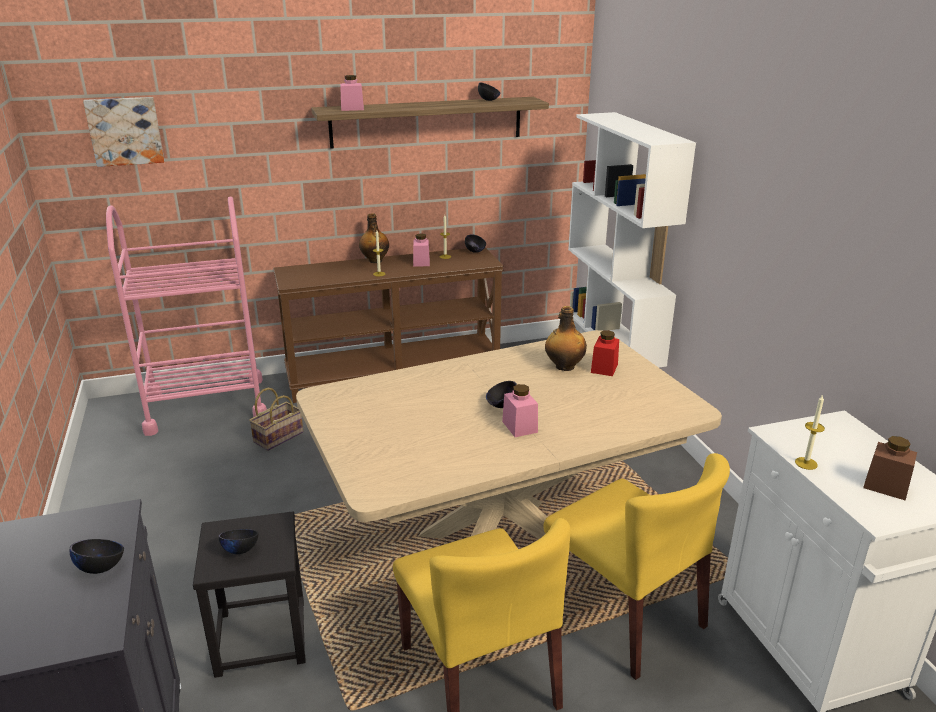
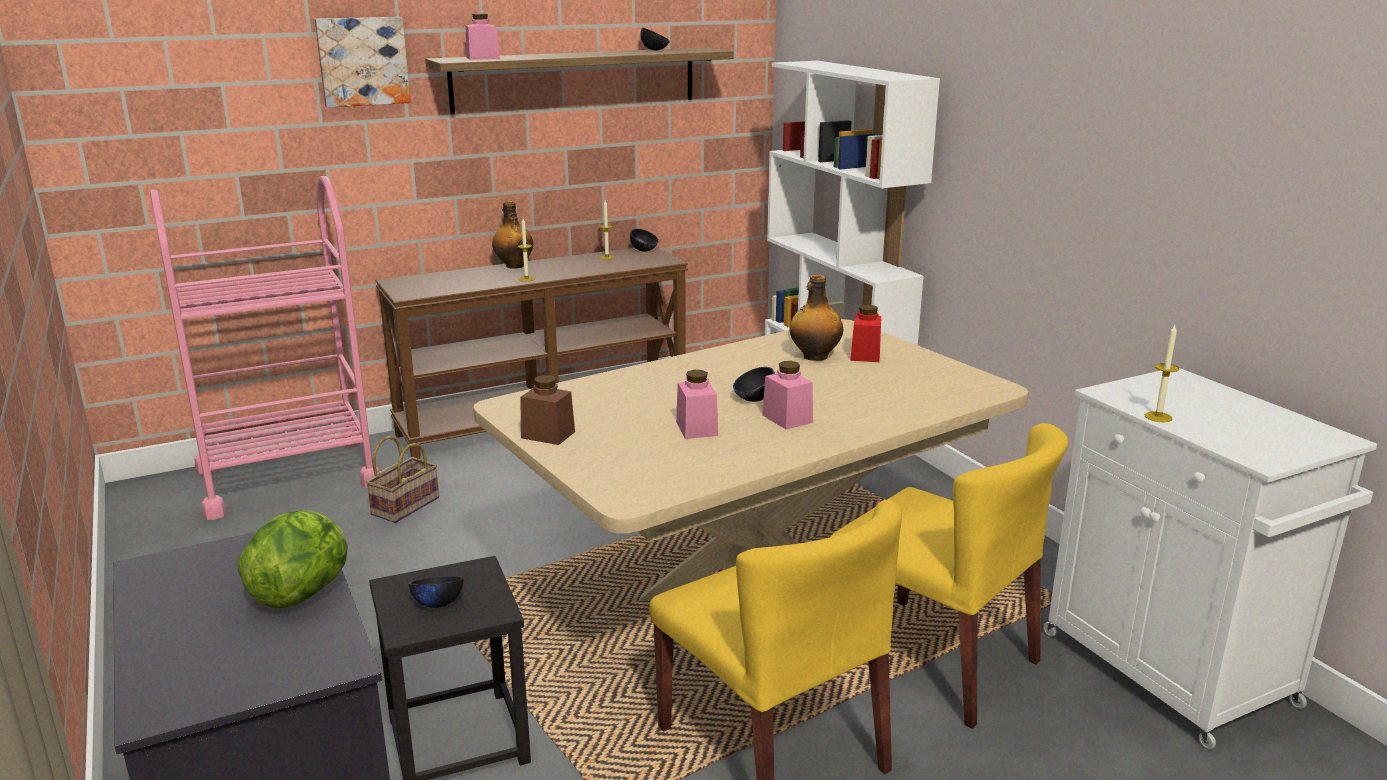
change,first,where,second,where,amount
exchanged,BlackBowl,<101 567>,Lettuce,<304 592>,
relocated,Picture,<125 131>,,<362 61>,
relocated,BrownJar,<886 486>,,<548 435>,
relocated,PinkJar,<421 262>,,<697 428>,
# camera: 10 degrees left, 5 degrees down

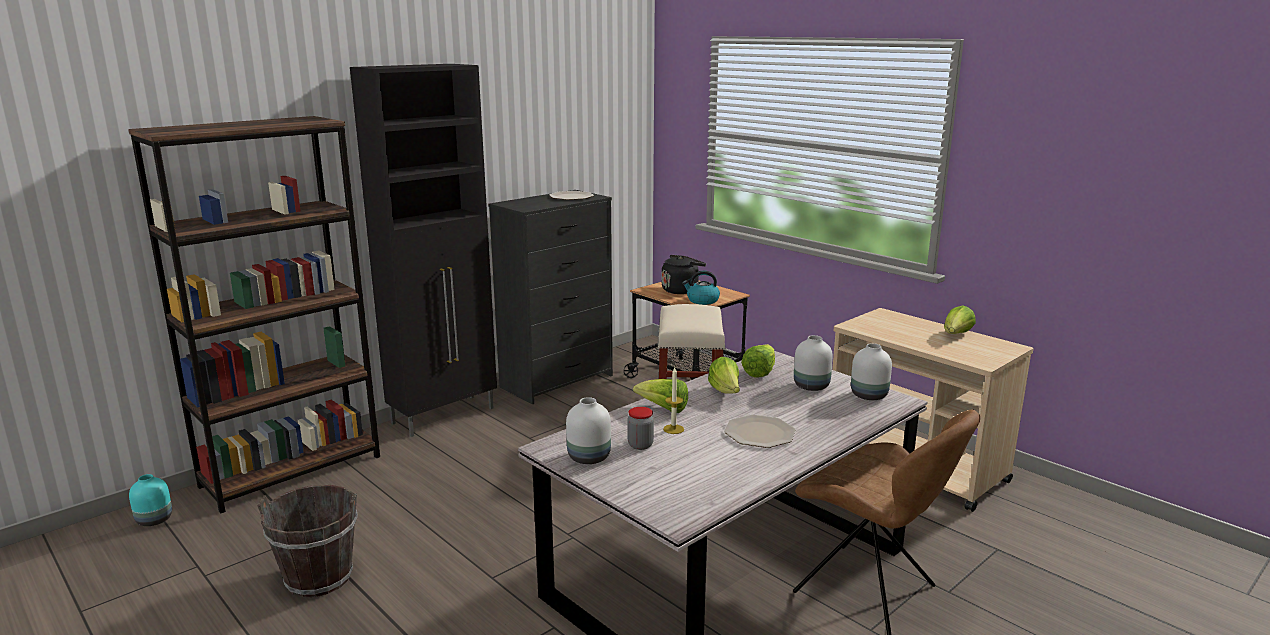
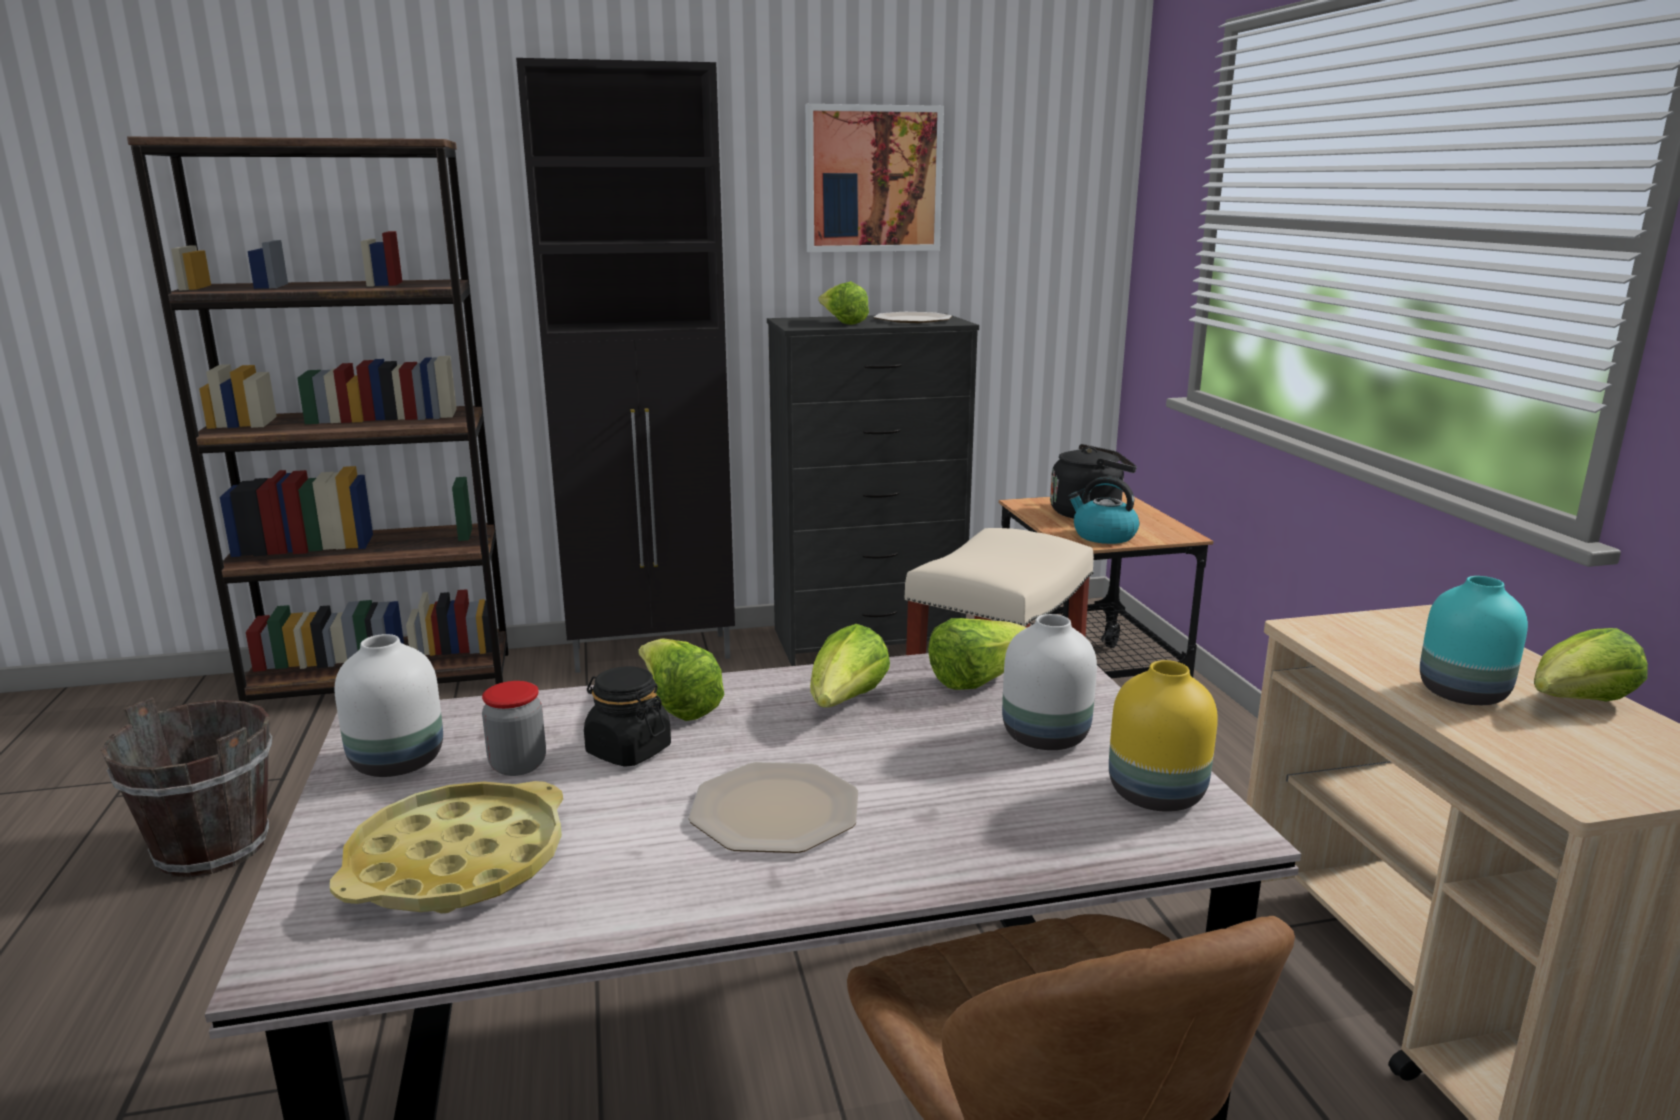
change,first,where,second,where,amount
appeared,,,YellowTray,<457 862>,
exchanged,Candle,<673 429>,BlackJar,<628 750>,
appeared,,,Picture,<873 179>,
appeared,,,Lettuce,<842 323>,
colour,WhiteVase,<869 395>,YellowVase,<1159 795>,
relocated,TurquoiseVase,<154 519>,,<1460 693>,
# camera: 30 degrees right, 0 degrees up

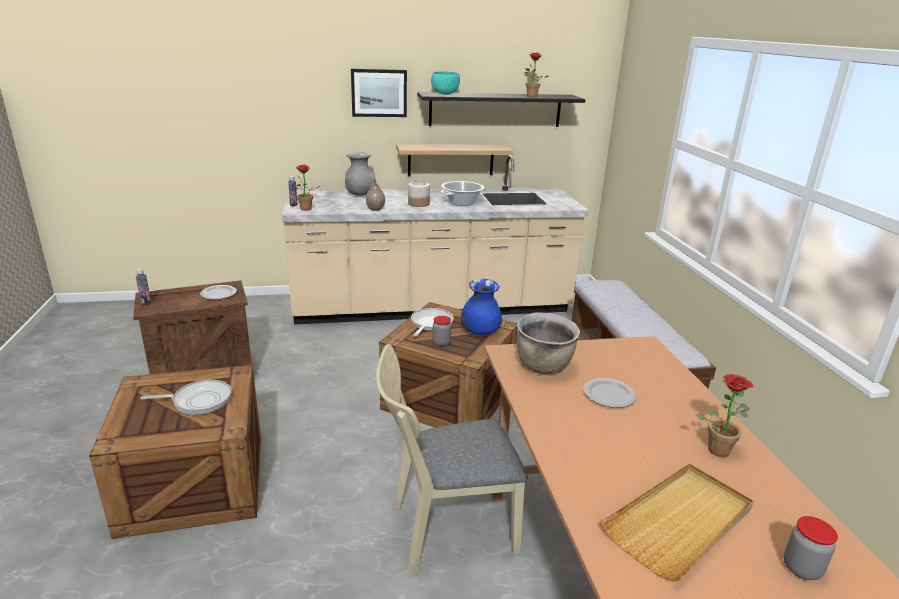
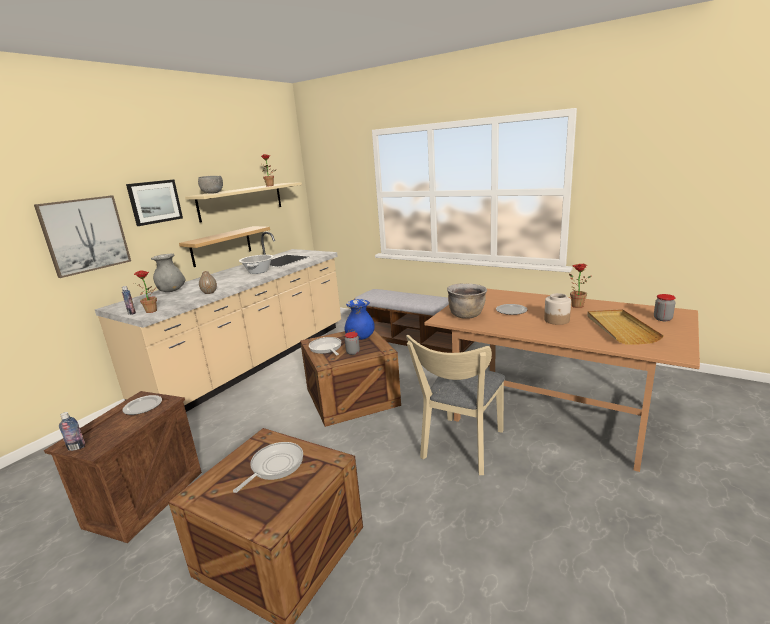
change,first,where,second,where,amount
appeared,,,Picture,<85 235>,
colour,BlackShelf,<495 110>,BeigeShelf,<241 201>,
colour,TurquoiseBowl,<445 94>,GreyBowl,<213 193>,
relocated,Jar,<418 204>,,<557 320>,
# camera: 45 degrees left, 5 degrees down

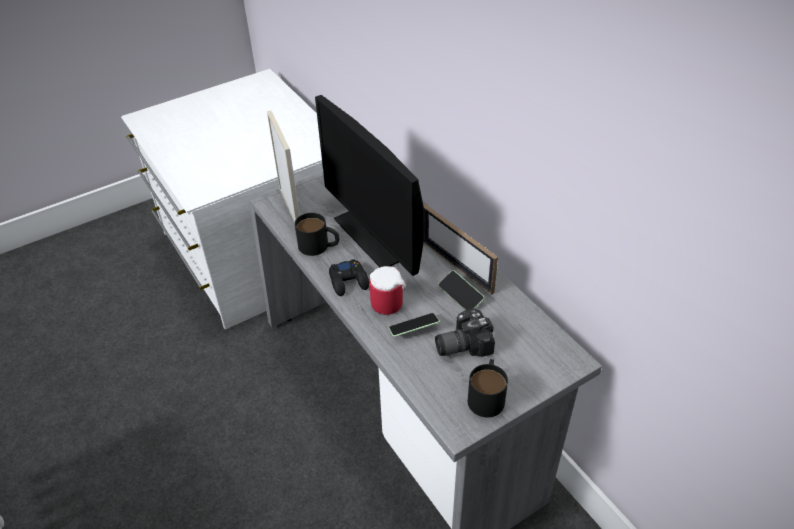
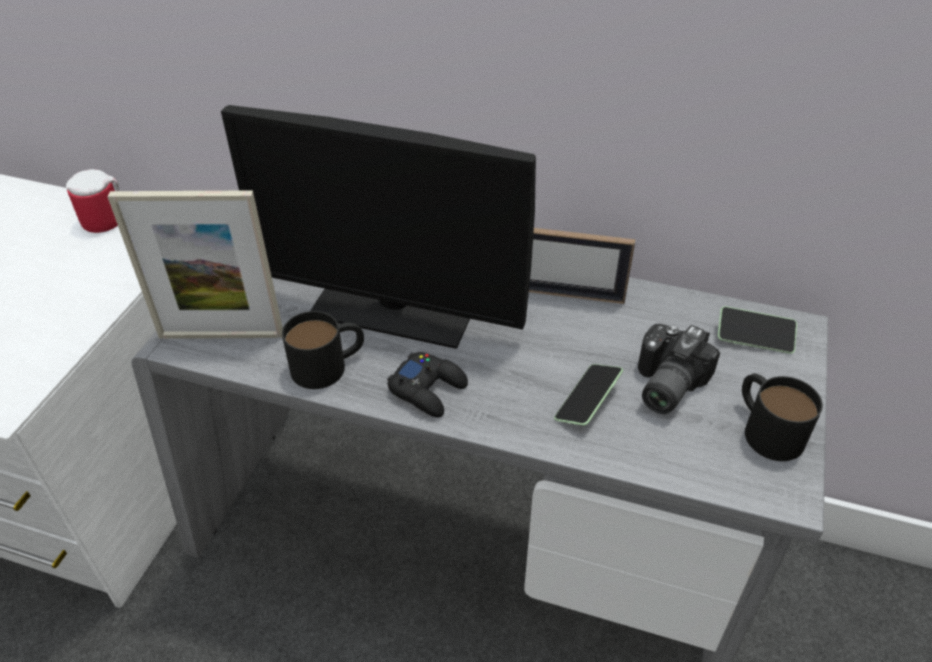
change,first,where,second,where,amount
relocated,Mug,<388 300>,,<102 218>,
spun,PictureFrame,<290 208>,,<221 335>,150 degrees clockwise
relocated,Phone,<460 296>,,<754 338>,
# camera: 40 degrees left, 0 degrees up

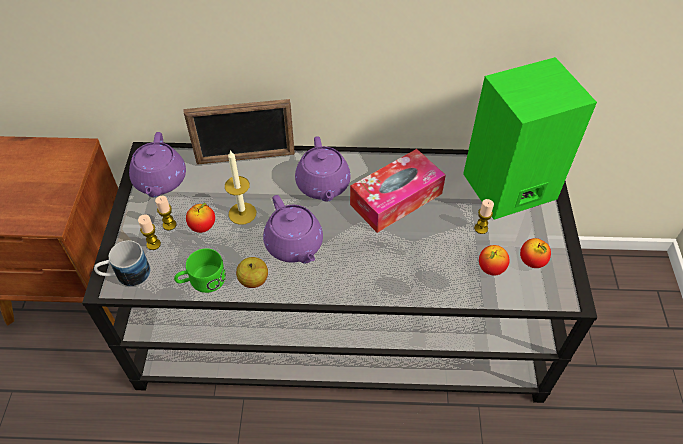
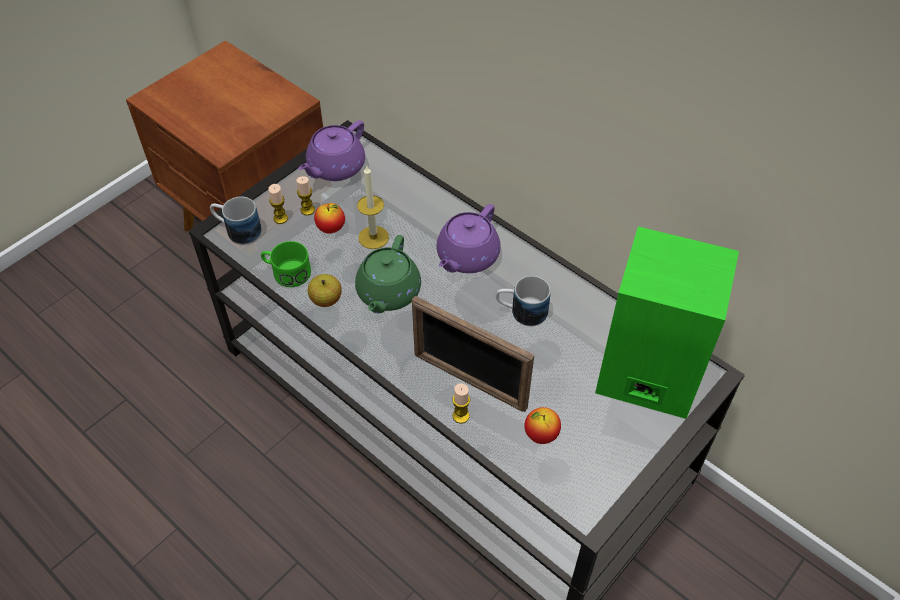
change,first,where,second,where,amount
colour,PurpleTeapot,<294 245>,GreenTeapot,<388 293>,
relocated,PictureFrame,<246 158>,,<469 381>,
relocated,Candle,<481 228>,,<461 416>,
exchanged,TissueBox,<396 199>,Mug,<521 312>,
missing,Apple,<532 262>,,,
# camera: 40 degrees right, 0 degrees up

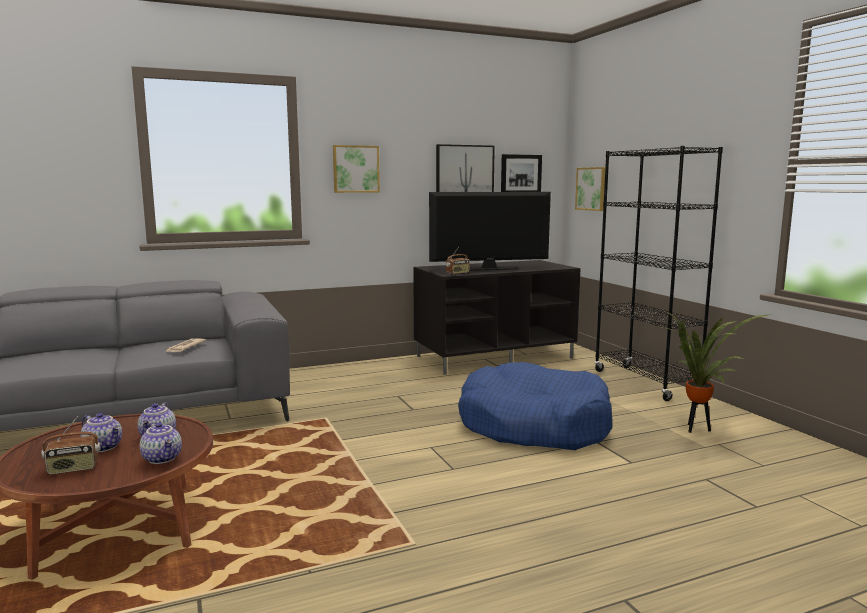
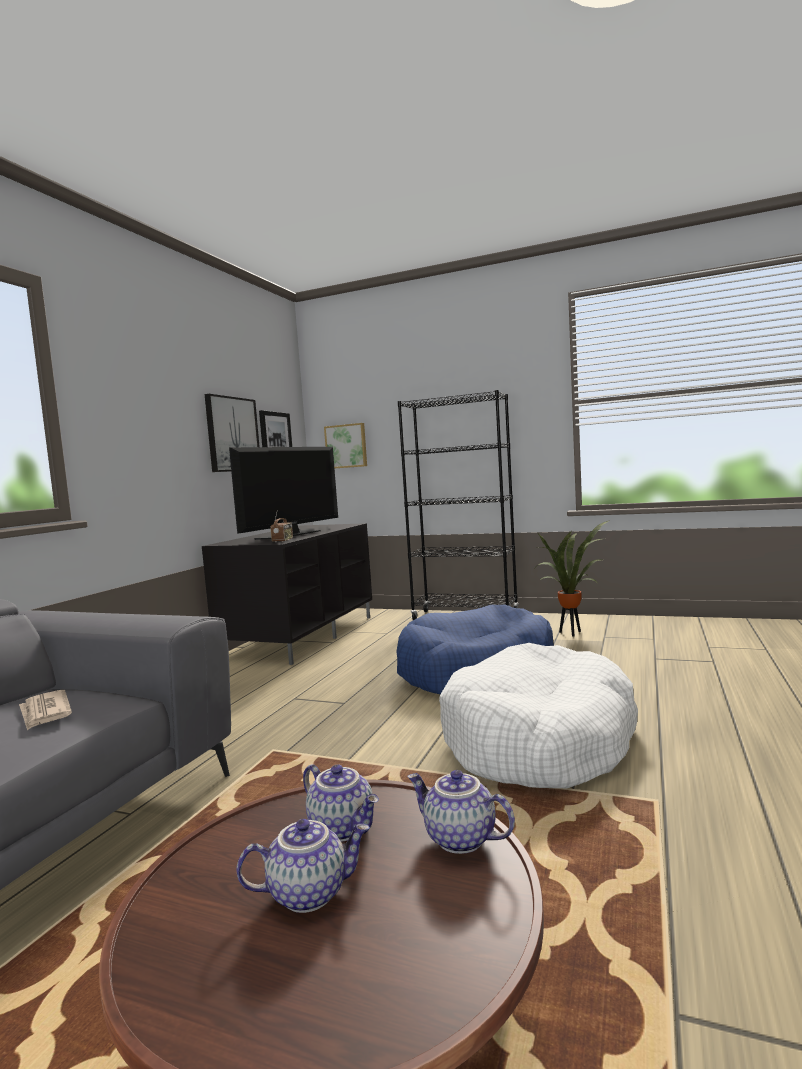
change,first,where,second,where,amount
spun,Teapot,<163 458>,,<458 839>,150 degrees counterclockwise
appeared,,,WhiteDogBed,<539 740>,
missing,Radio,<73 469>,,,
missing,Picture,<355 169>,,,
# camera: 45 degrees left, 5 degrees down

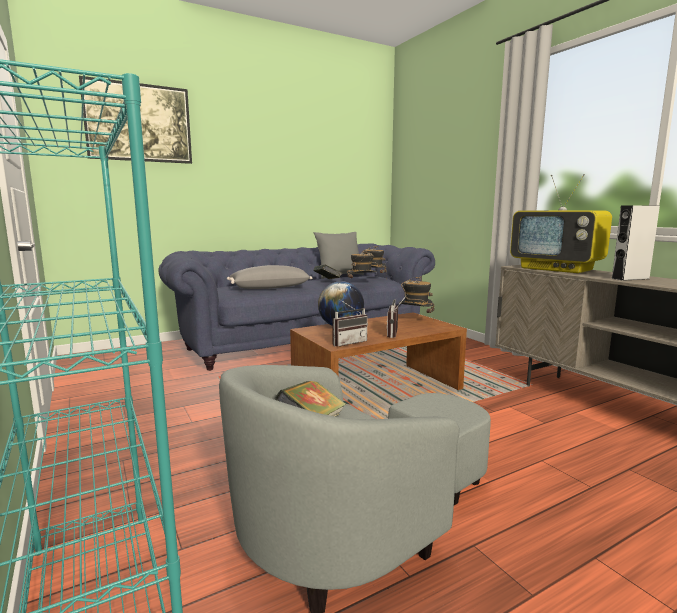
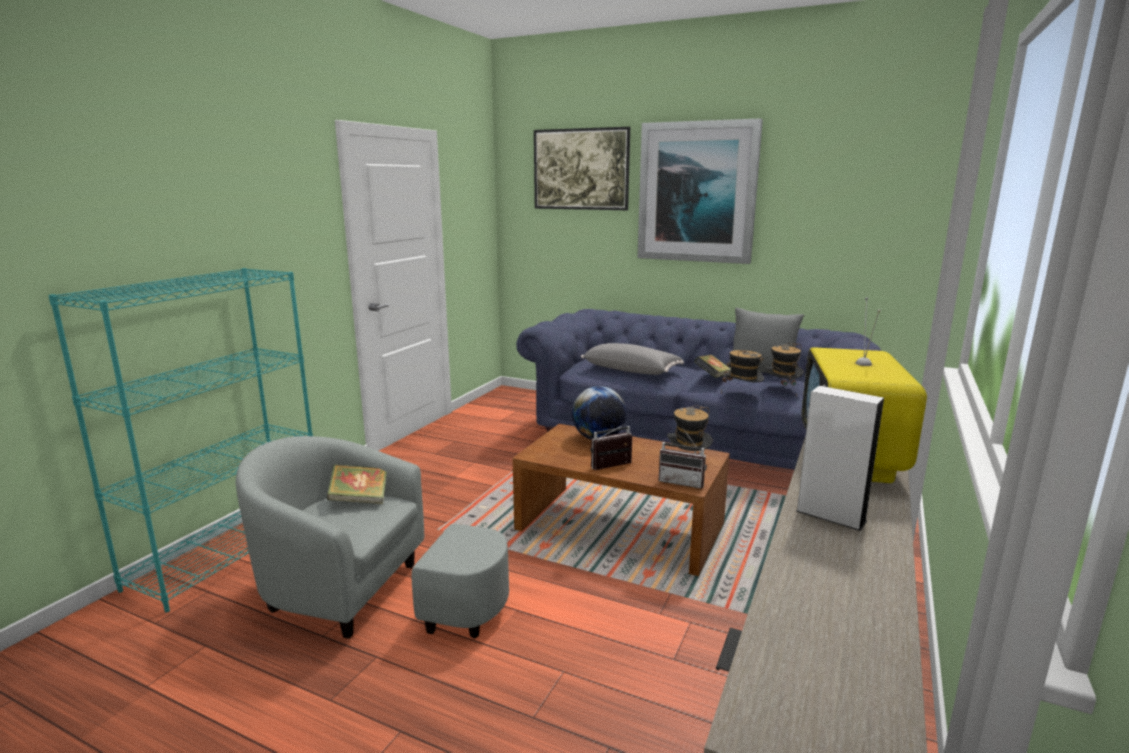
change,first,where,second,where,amount
appeared,,,Picture,<697 192>,
relocated,Radio,<348 342>,,<682 482>,
# camera: 55 degrees right, 5 degrees up

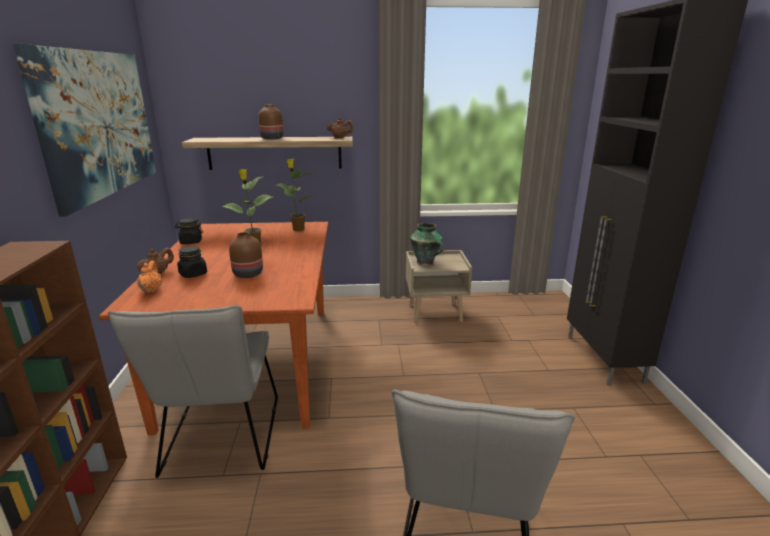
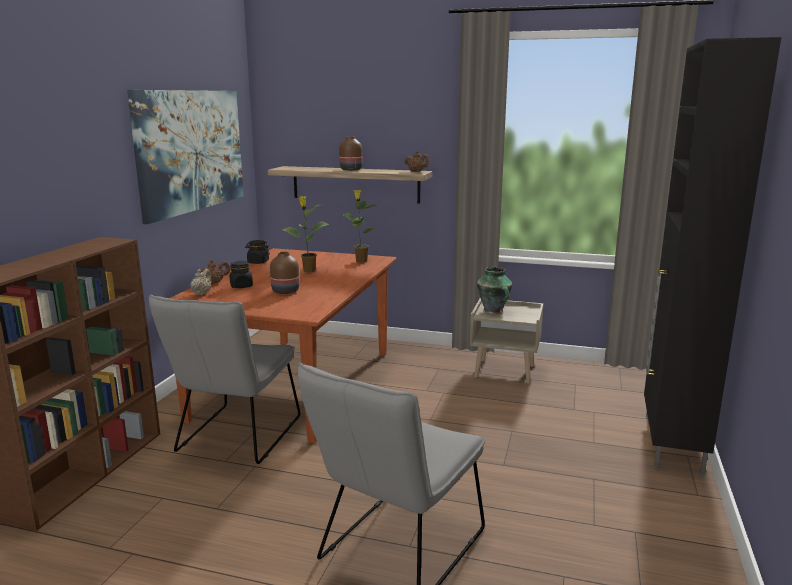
change,first,where,second,where,amount
colour,OrangeTeapot,<151 289>,BeigeTeapot,<202 293>,
# camera: 20 degrees right, 5 degrees down

